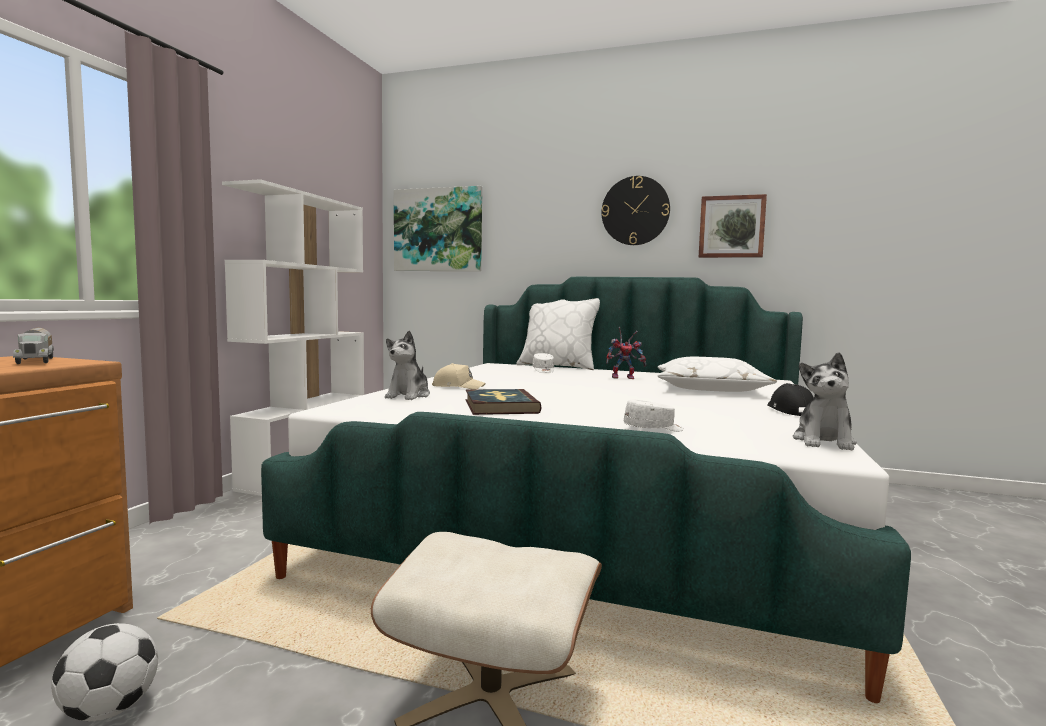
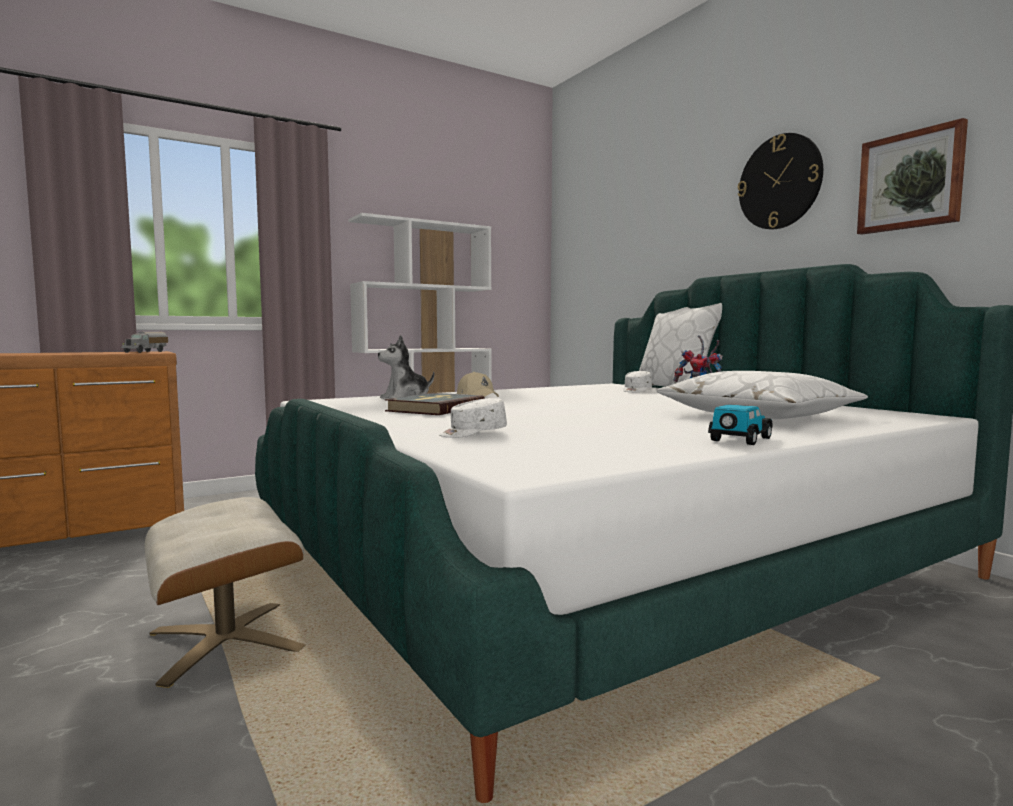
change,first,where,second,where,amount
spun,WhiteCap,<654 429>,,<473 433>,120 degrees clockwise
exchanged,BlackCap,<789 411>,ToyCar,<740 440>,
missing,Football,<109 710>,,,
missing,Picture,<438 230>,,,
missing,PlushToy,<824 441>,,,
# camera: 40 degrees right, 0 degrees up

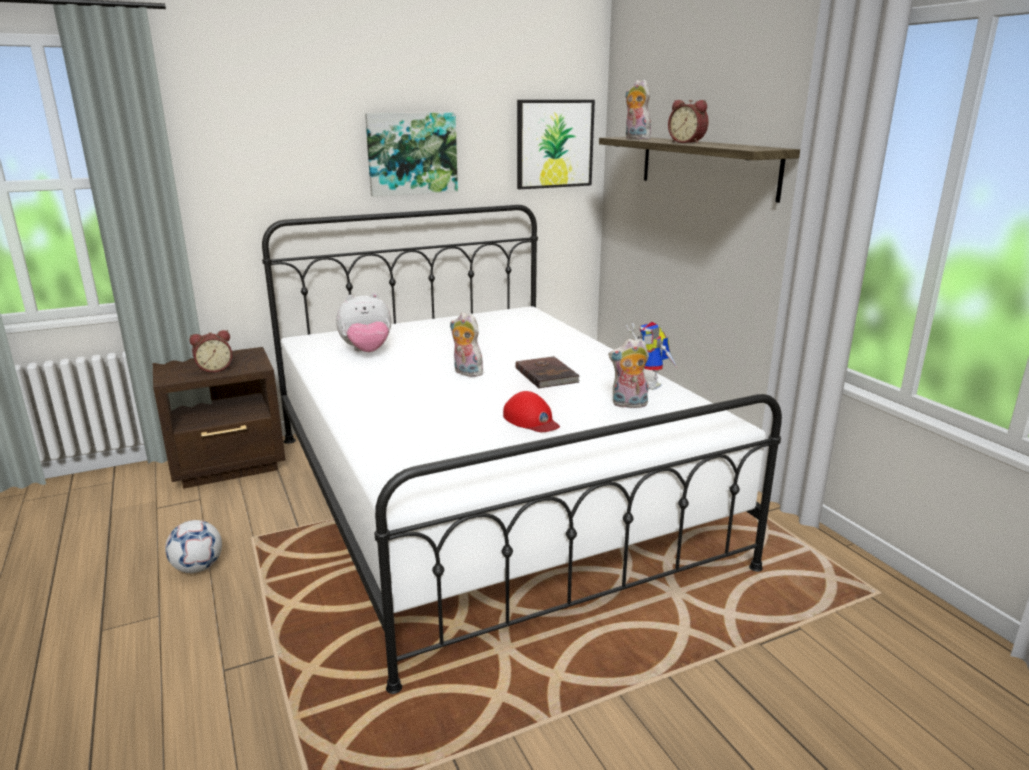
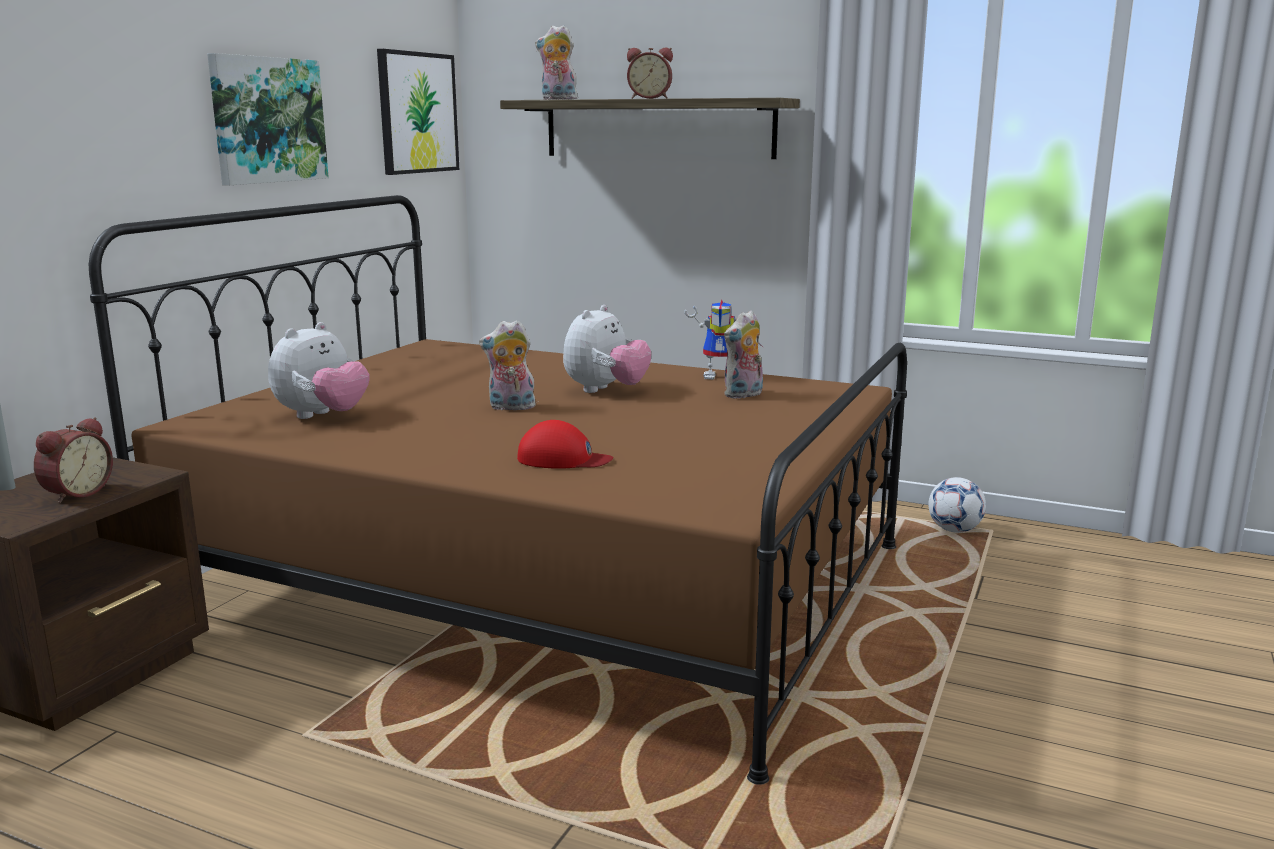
change,first,where,second,where,amount
colour,WhiteBed,<485 495>,BrownBed,<544 579>,
relocated,RedCap,<531 420>,,<563 459>,
exchanged,BrownBook,<547 375>,PlushToy,<605 390>,
relocated,Football,<198 568>,,<954 530>,
# camera: 40 degrees left, 5 degrees down

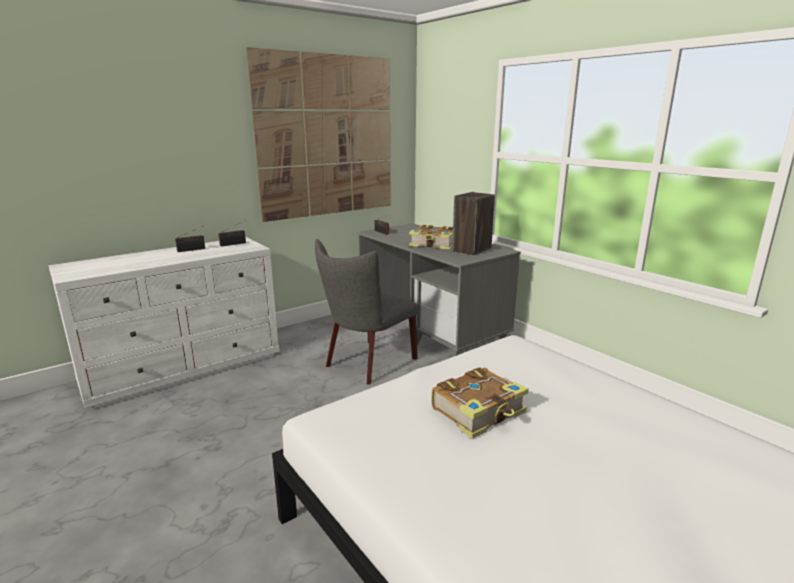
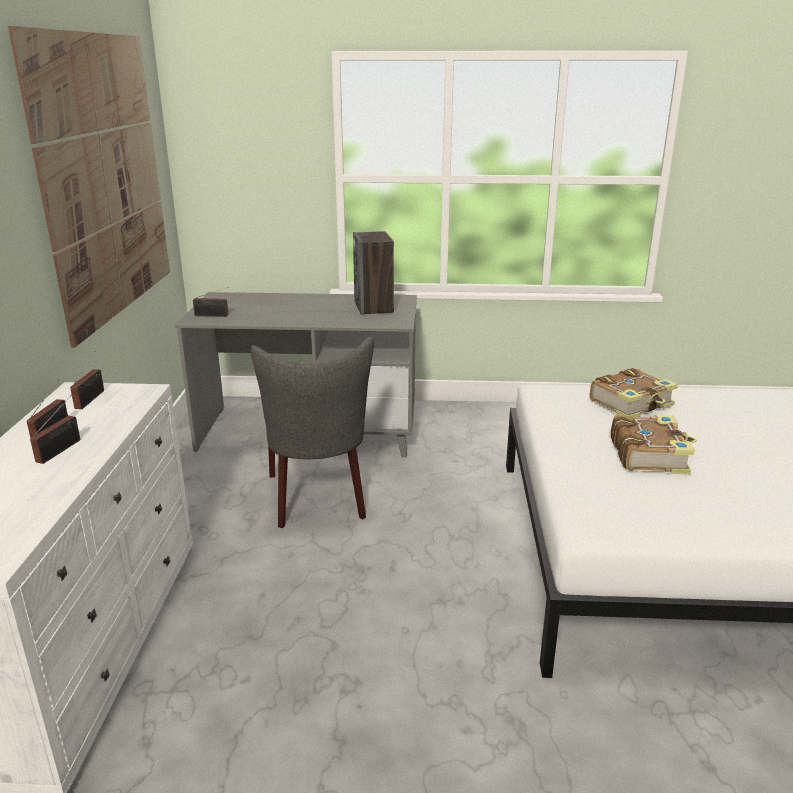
change,first,where,second,where,amount
appeared,,,Radio,<61 449>,
relocated,Book,<434 244>,,<632 404>,
# camera: 50 degrees left, 5 degrees up

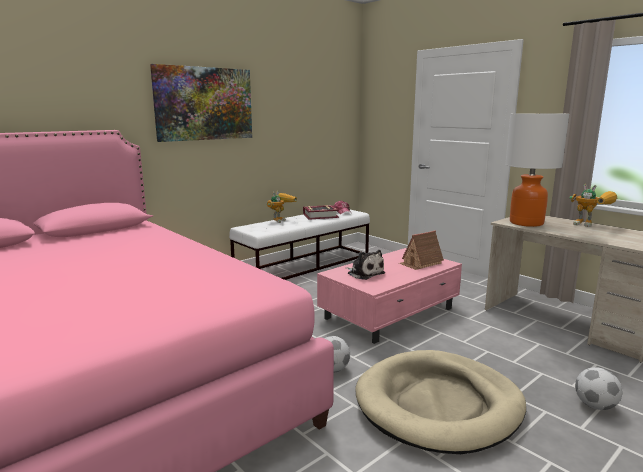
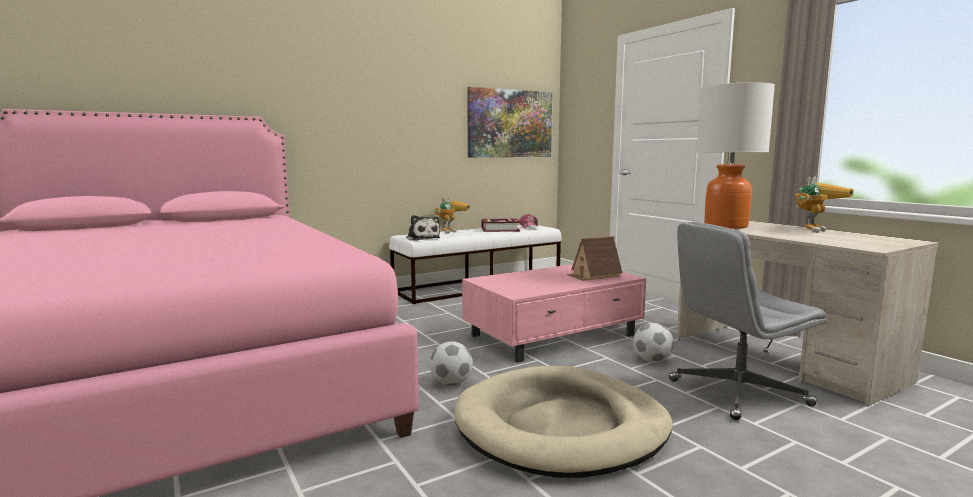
change,first,where,second,where,amount
relocated,PlushToy,<364 273>,,<422 238>,
relocated,Picture,<204 104>,,<510 123>,
relocated,Football,<595 406>,,<652 360>,
appeared,,,GreyOfficeChair,<737 393>,
spun,ToyRobot,<591 225>,,<813 230>,90 degrees counterclockwise
# camera: 10 degrees right, 5 degrees down

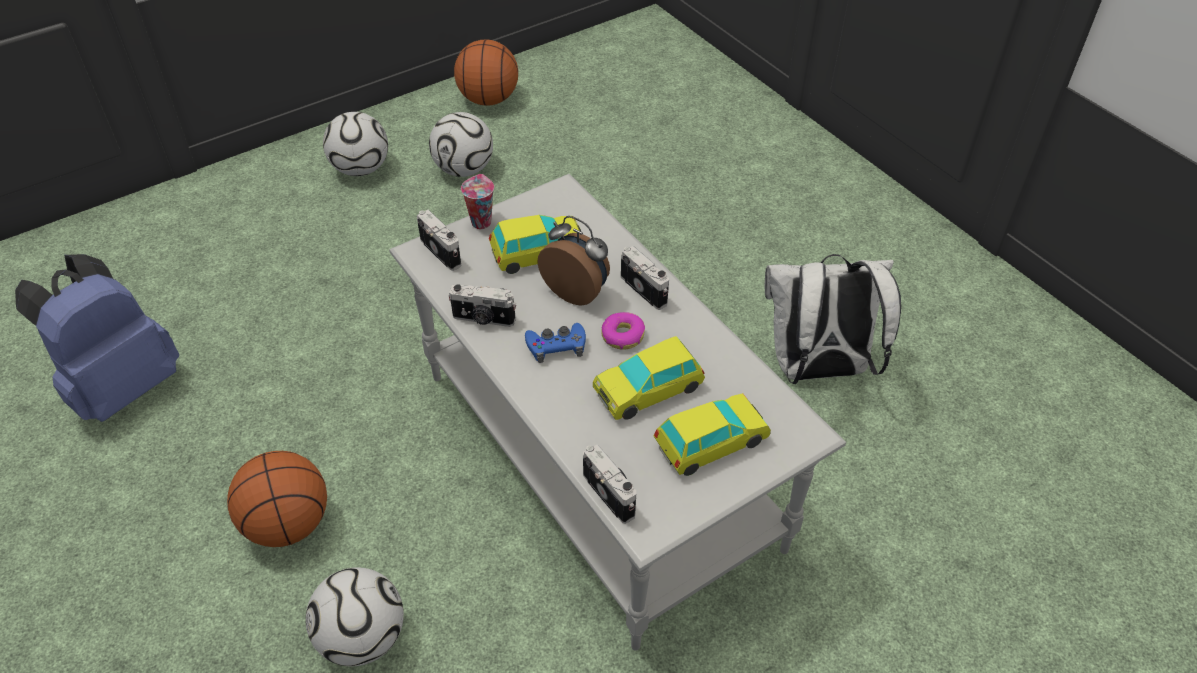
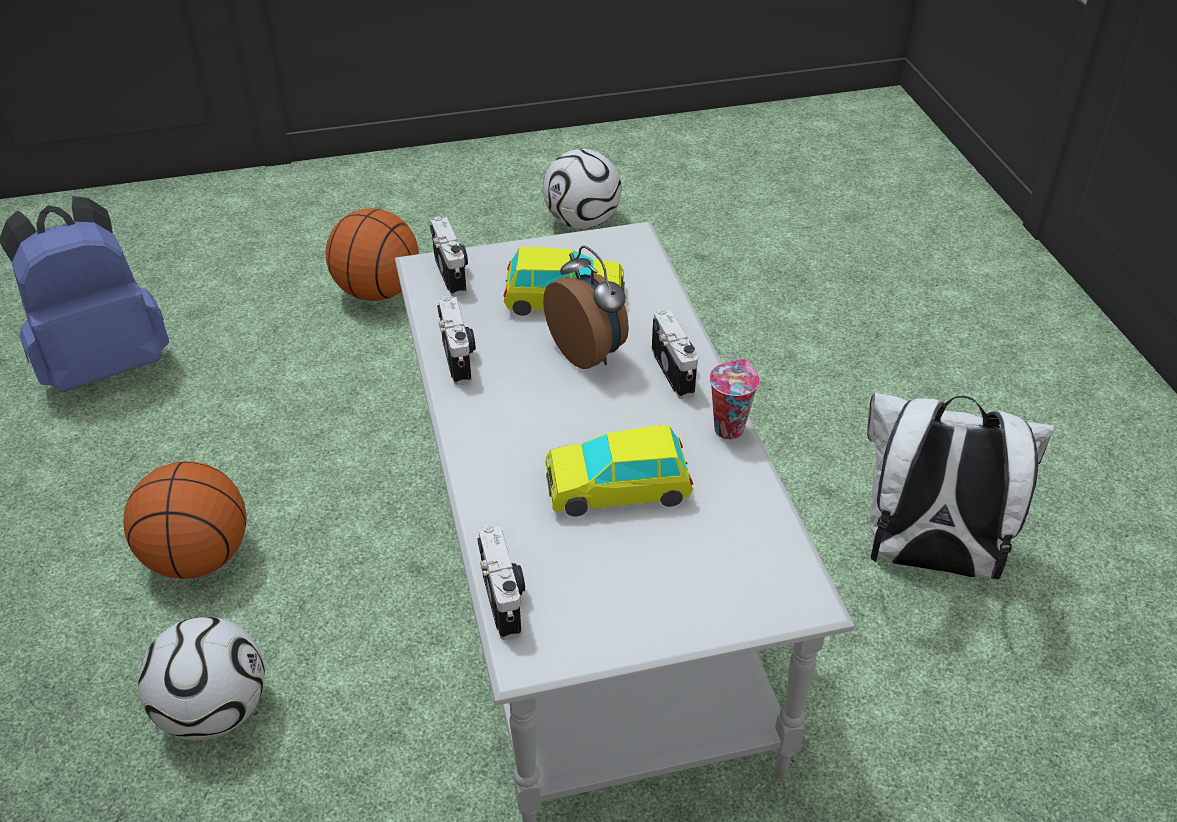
change,first,where,second,where,amount
relocated,Basketball,<488 99>,,<377 291>,
spun,PhotoCamera,<483 319>,,<459 357>,135 degrees counterclockwise
relocated,Cup,<481 221>,,<728 427>,
missing,Football,<360 169>,,,
missing,BlueGameController,<556 346>,,,
missing,Donut,<622 336>,,,
missing,ToyCar,<711 442>,,,
# camera: 20 degrees right, 5 degrees down

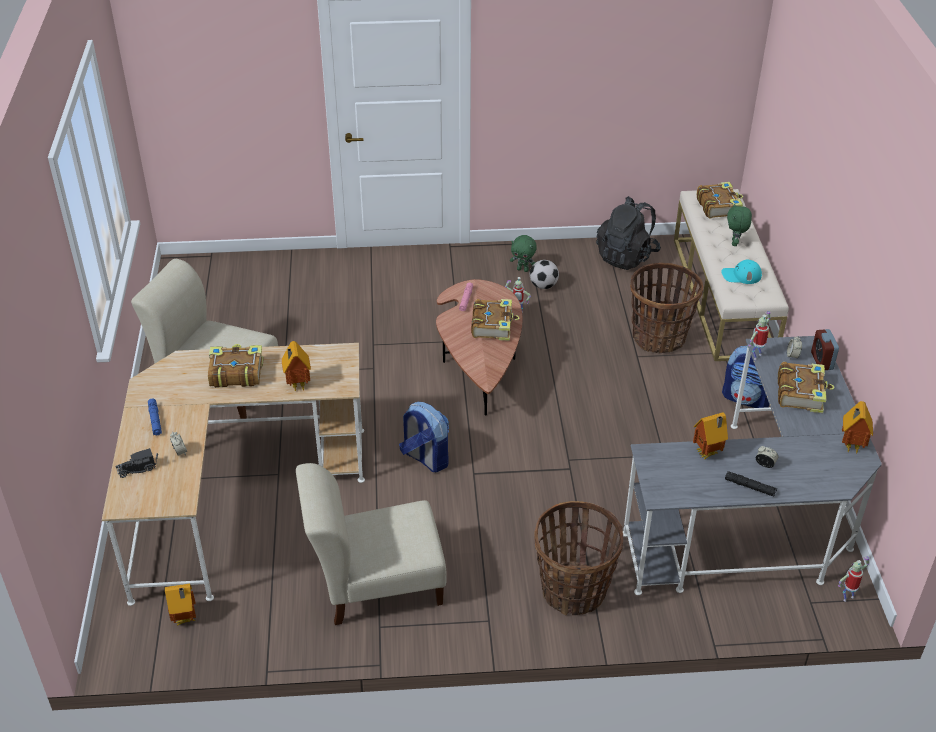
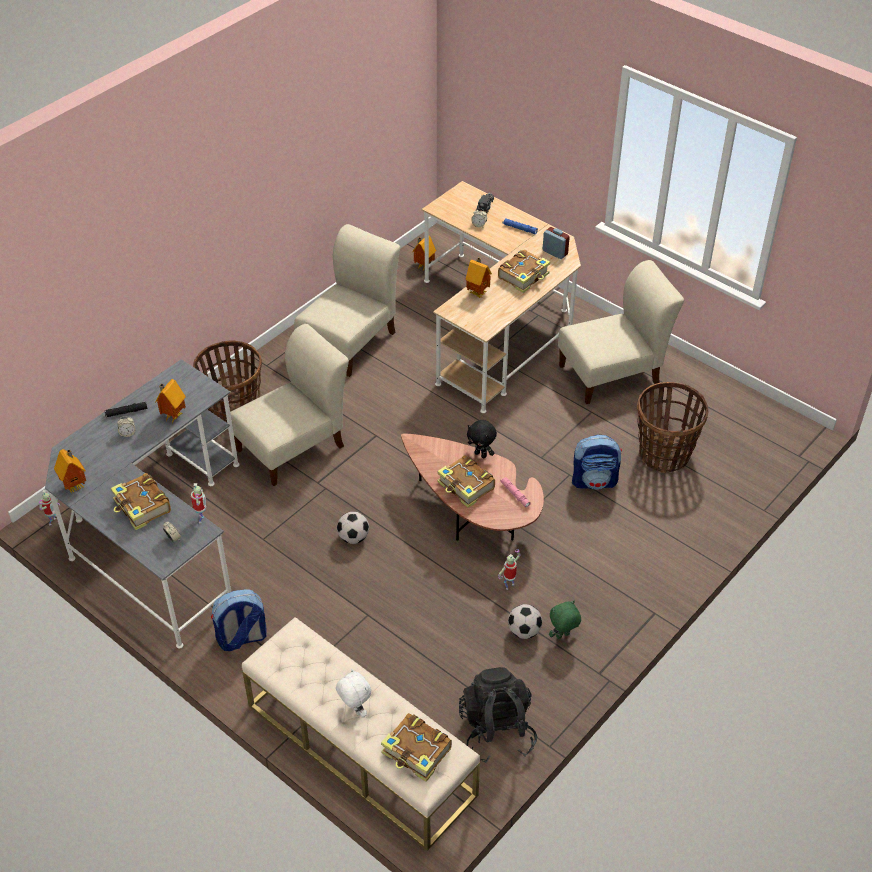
change,first,where,second,where,amount
appeared,,,BeigeChair,<294 446>,
colour,GreenPlushToy,<735 243>,WhitePlushToy,<354 709>,
appeared,,,Football,<353 537>,
appeared,,,BlackPlushToy,<481 454>,
relocated,AlarmClock,<822 361>,,<555 252>,
relocated,Backpack,<425 458>,,<594 481>,
relocated,Basket,<659 337>,,<664 454>,
missing,TurquoiseCap,<741 275>,,,
# camera: 135 degrees right, 5 degrees up

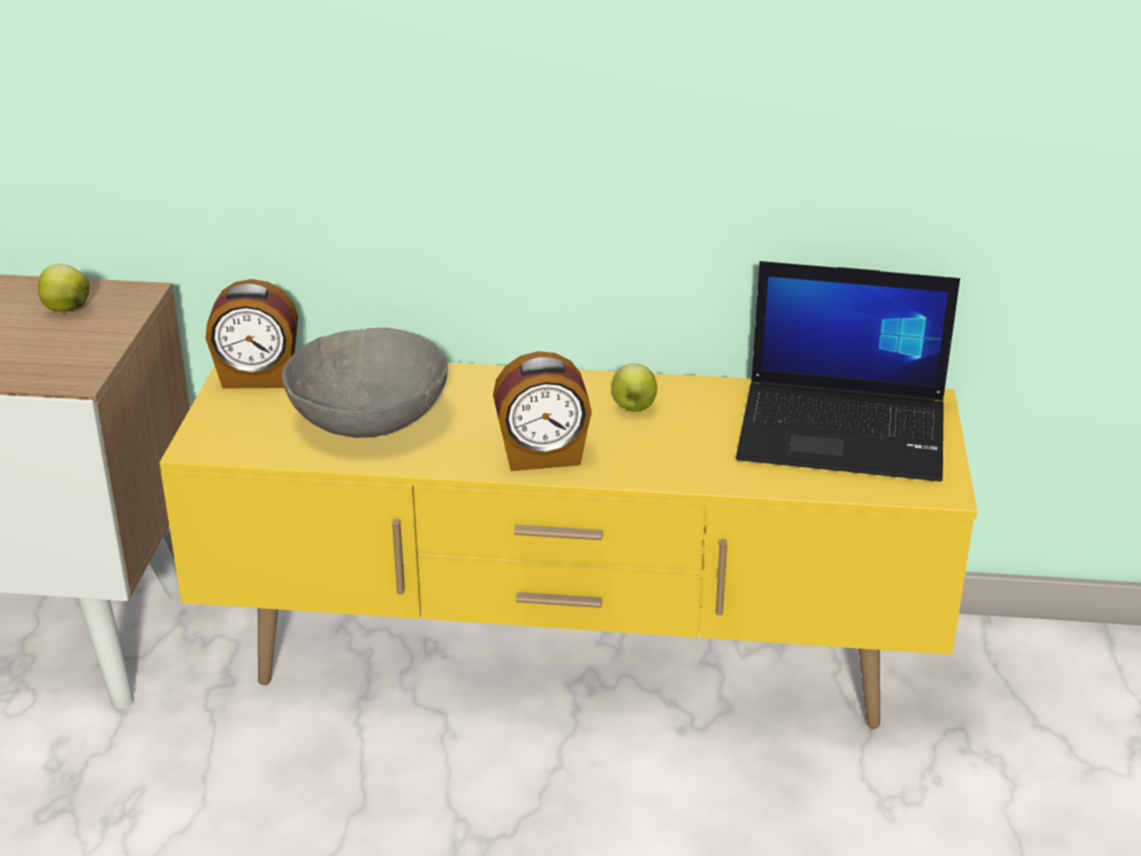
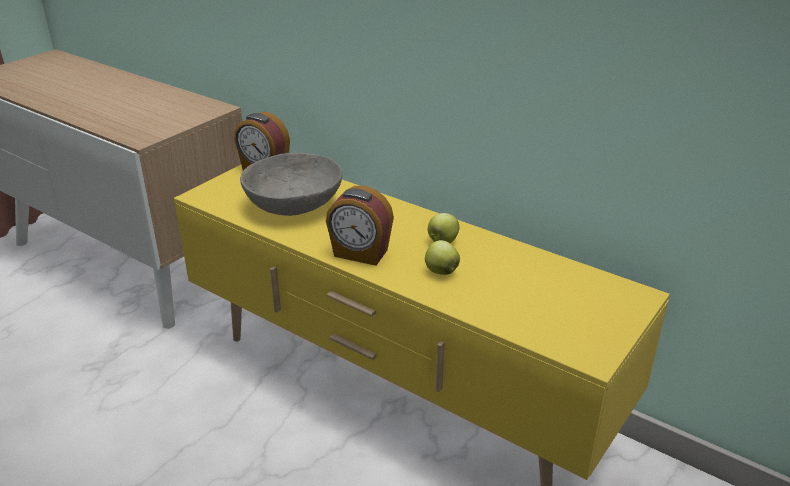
change,first,where,second,where,amount
relocated,Apple,<65 309>,,<440 271>,
missing,Laptop,<845 431>,,,
# camera: 30 degrees right, 0 degrees up

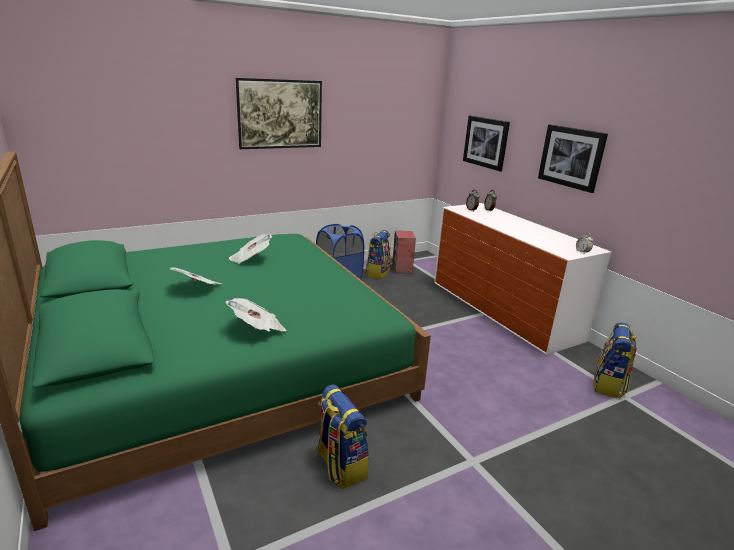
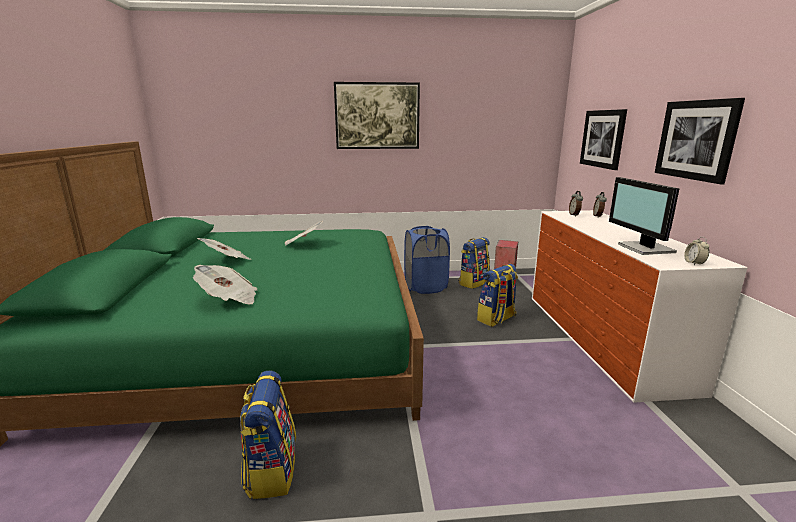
change,first,where,second,where,amount
relocated,Backpack,<609 385>,,<496 319>,
appeared,,,Monitor,<644 248>,
# camera: 25 degrees right, 5 degrees down

